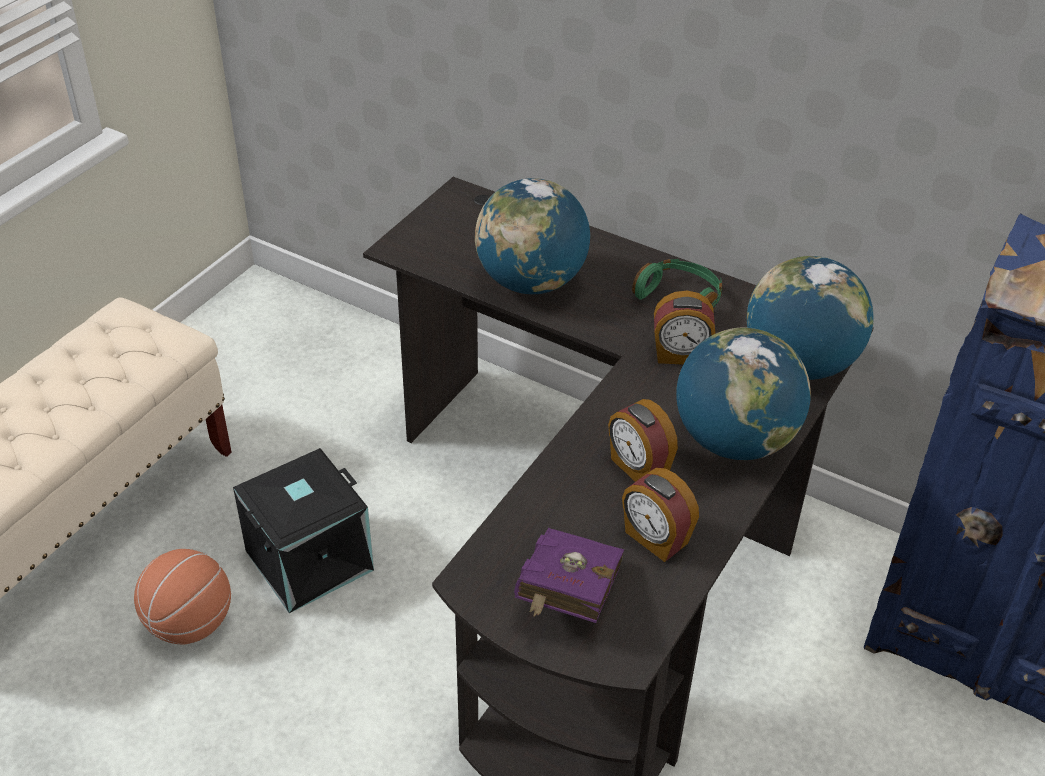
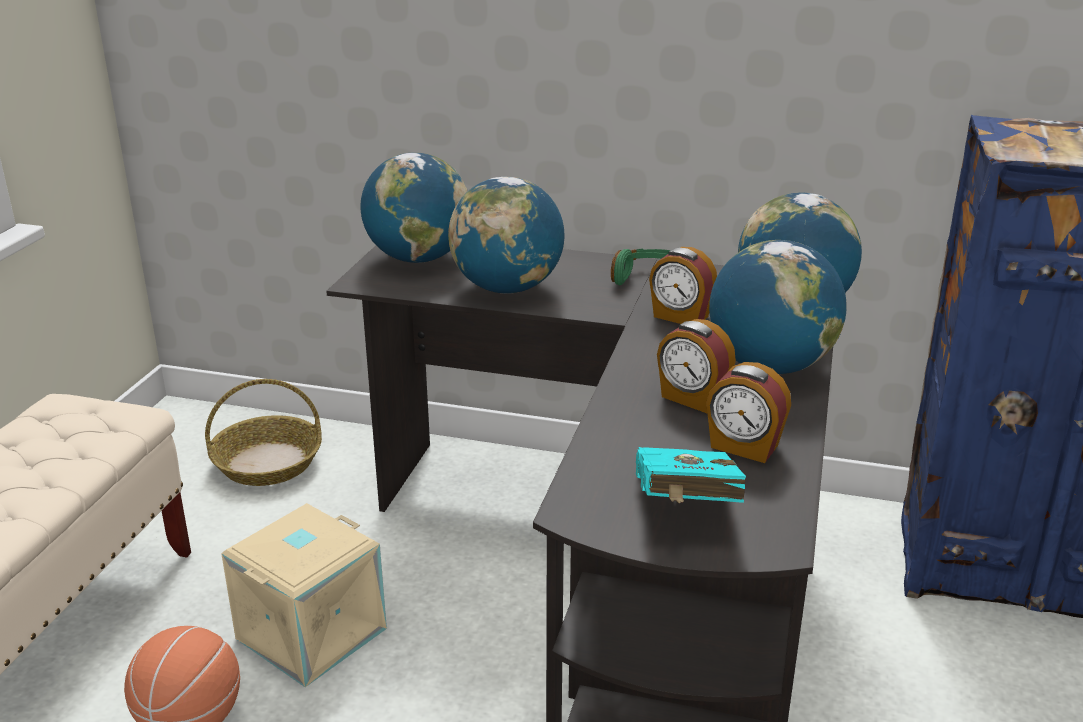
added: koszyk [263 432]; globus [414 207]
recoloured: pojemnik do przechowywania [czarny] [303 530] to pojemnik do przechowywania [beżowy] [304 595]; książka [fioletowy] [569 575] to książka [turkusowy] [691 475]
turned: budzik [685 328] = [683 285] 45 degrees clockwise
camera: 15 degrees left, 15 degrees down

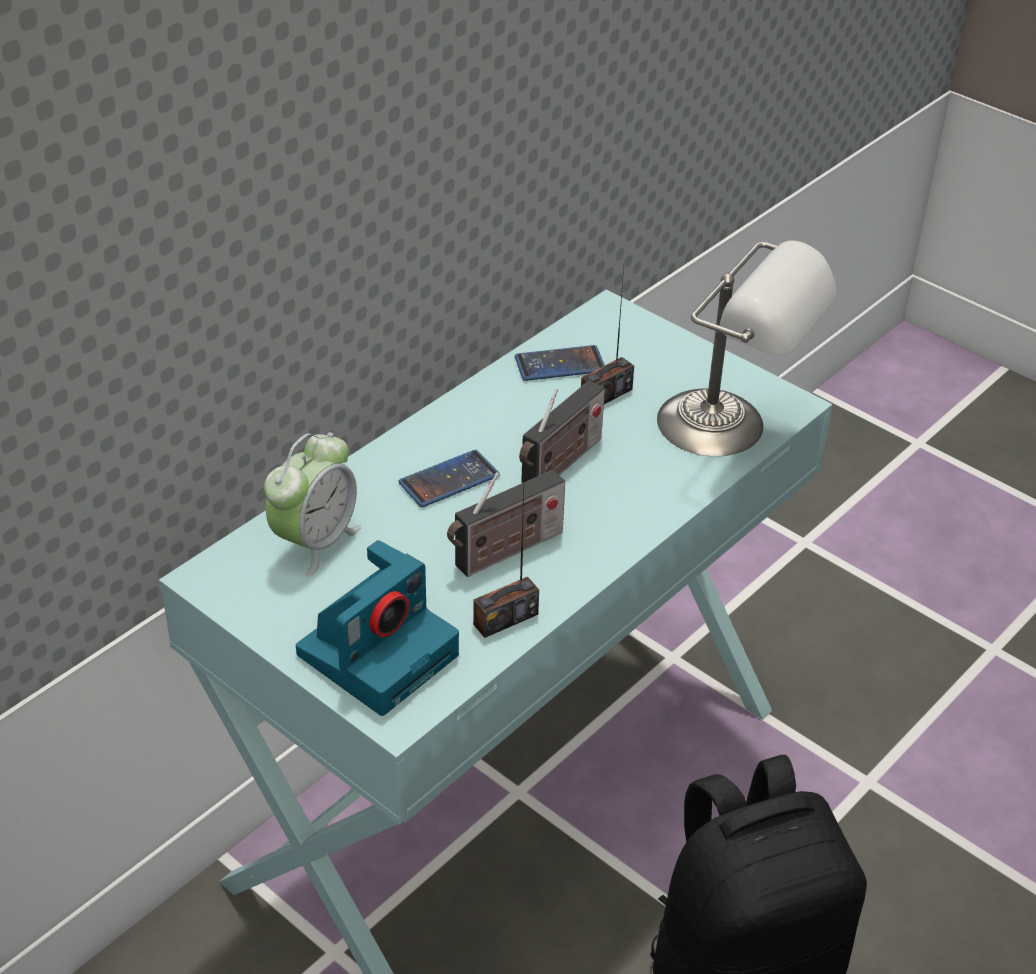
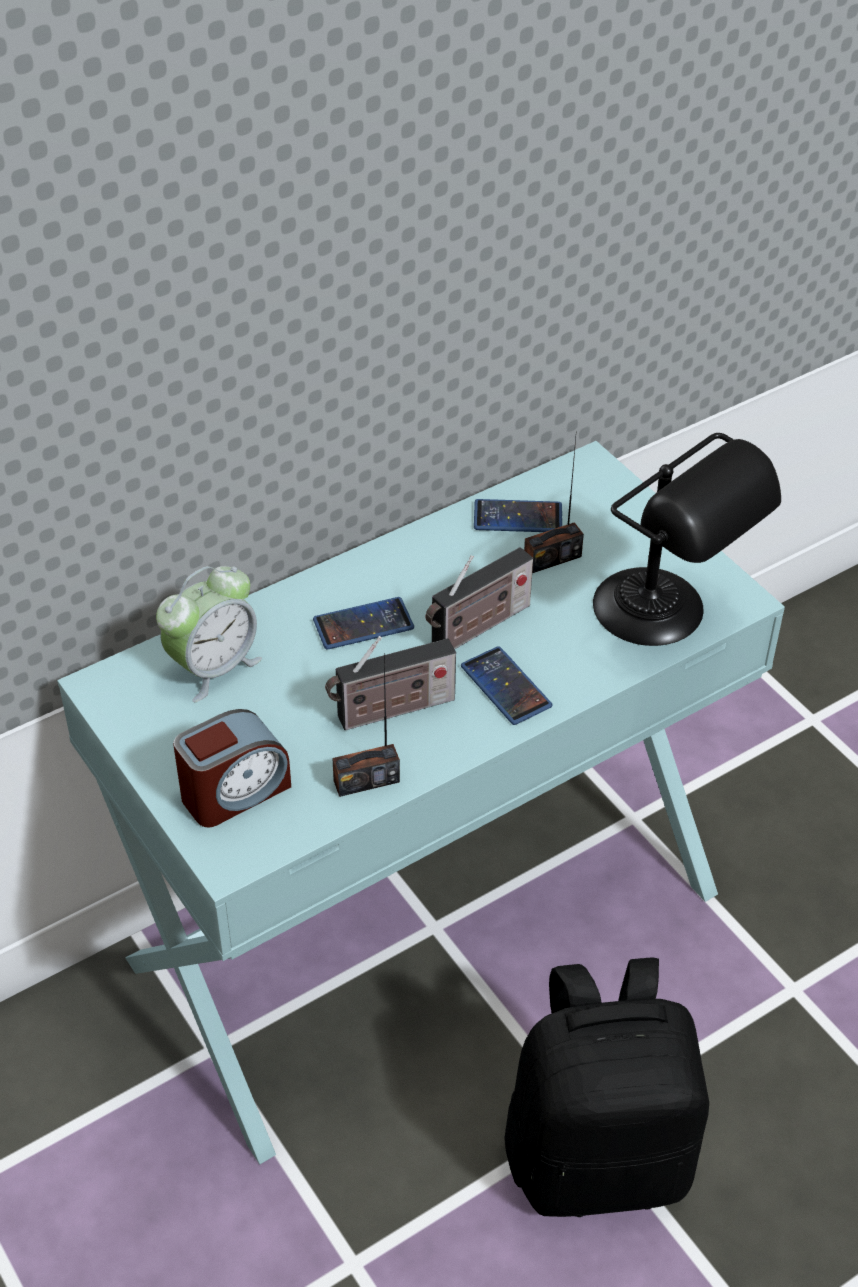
added: telefon [507 685]
replaced: aparat fotograficzny [377 628] to budzik [232 768]
recoloured: lampa stołowa [biały] [747 348] to lampa stołowa [czarny] [687 539]
camera: 15 degrees right, 5 degrees up

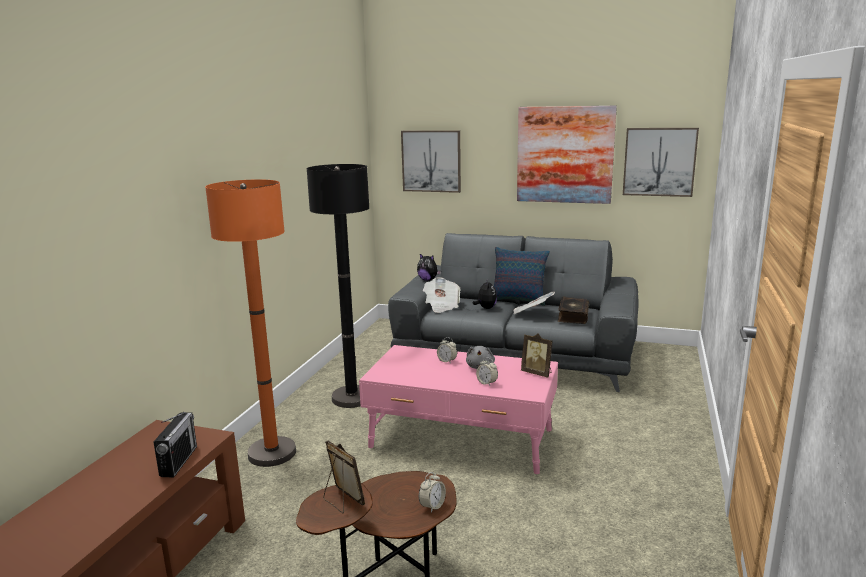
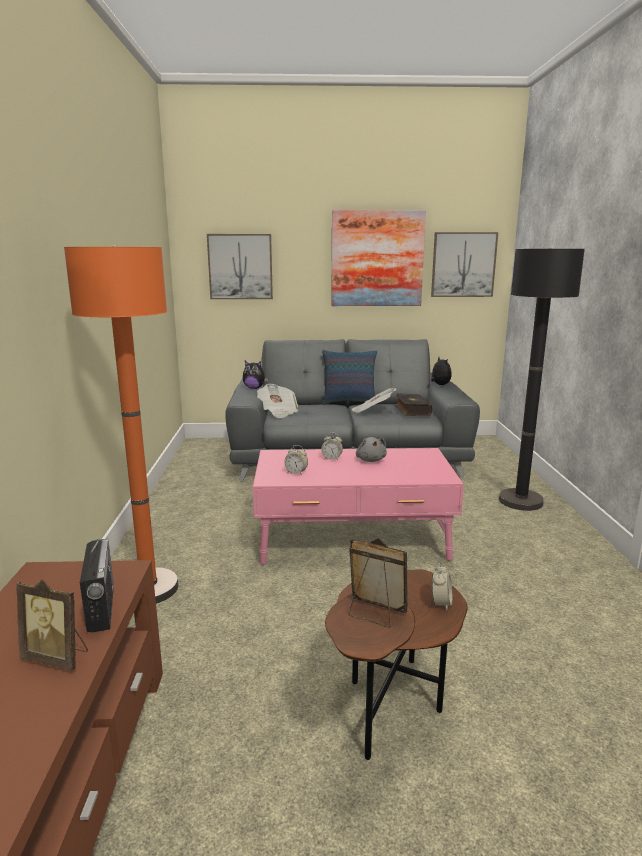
moved: lampa stojąca [czarny] [338 286] to [542 379]; pluszak [485 293] to [441 371]; budzik [487 372] to [296 460]; ramka na zdjęcie [537 356] to [52 625]
camera: 20 degrees left, 0 degrees up

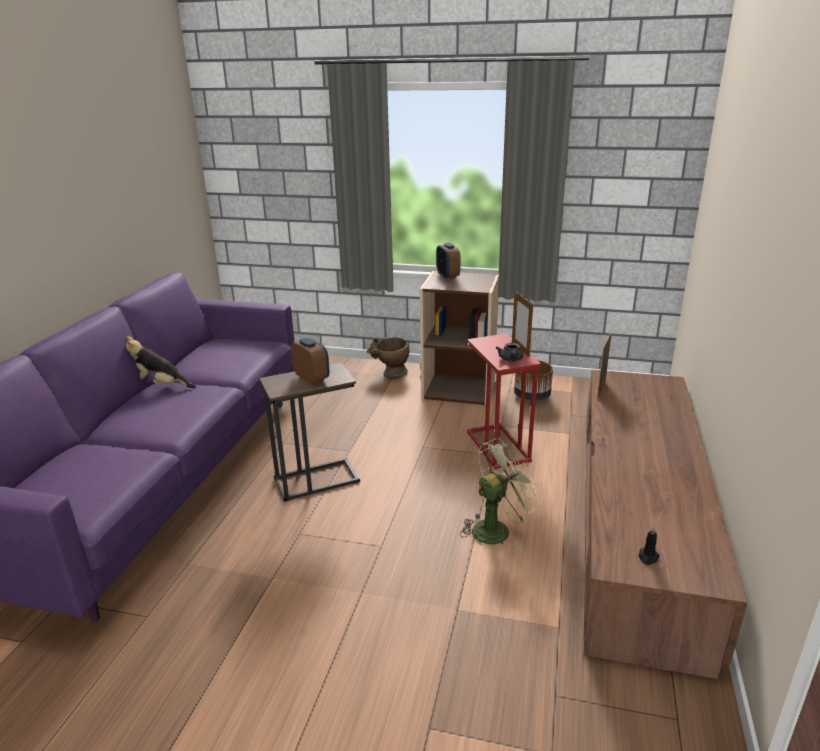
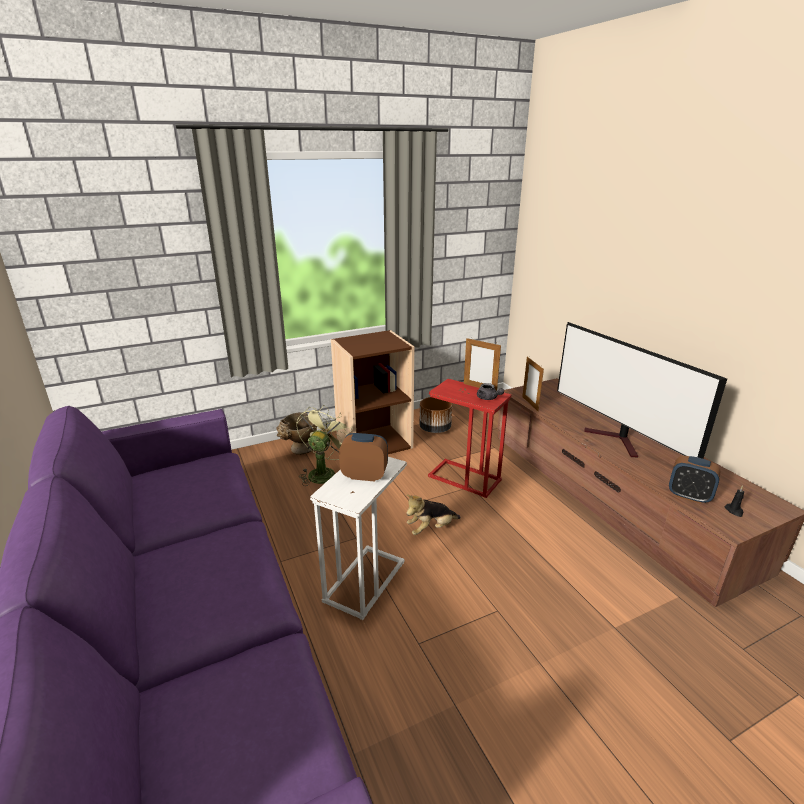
added: telewizor [642 390]
moved: pluszak [161 362] to [433 515]; budzik [448 261] to [694 480]; wentylator [zielony] [500 492] to [324 445]
recoloured: stolik [brązowy] [310 432] to stolik [biały] [358 538]
camera: 40 degrees left, 0 degrees up

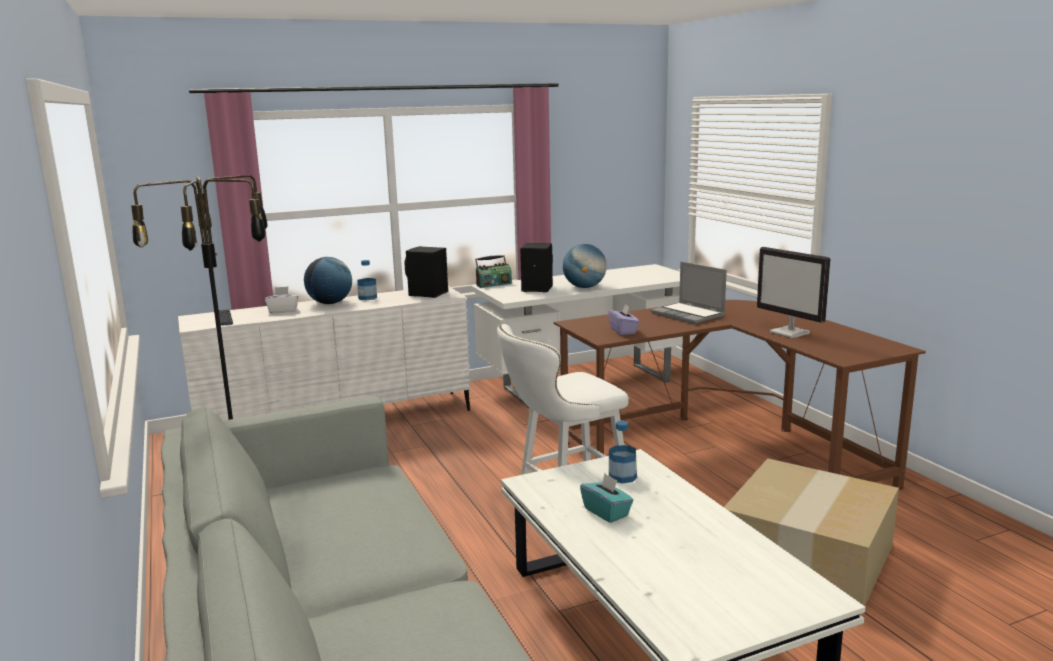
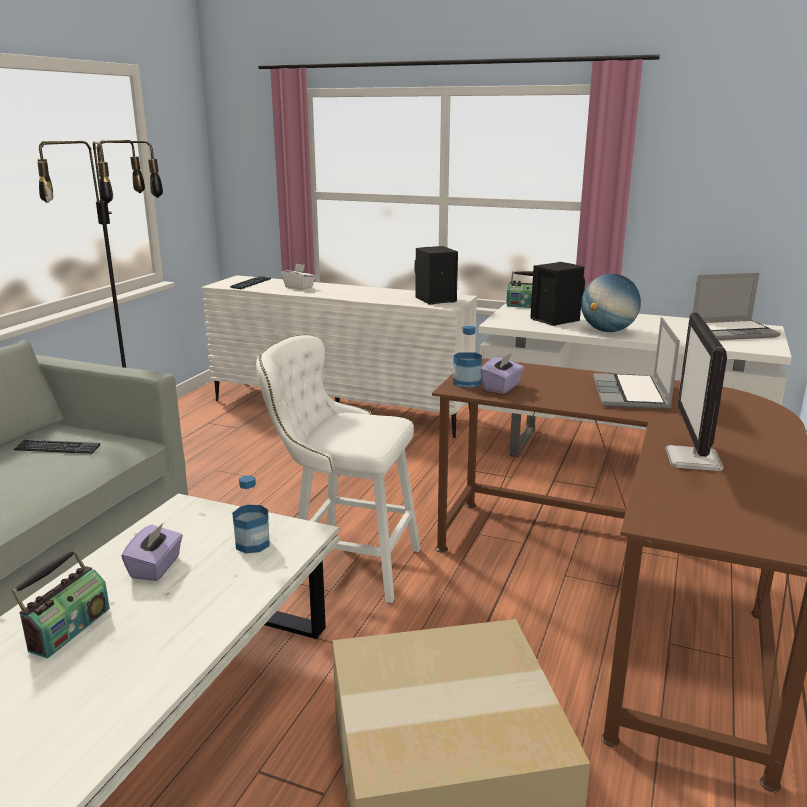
removed: globus [328 280]
added: radio [60 604]; klawiatura [56 447]; laptop [736 306]
moved: butelka [367 280] to [467 357]
recoloured: pudełko chusteczek [turkusowy] [607 498] to pudełko chusteczek [fioletowy] [152 551]
camera: 45 degrees right, 5 degrees up

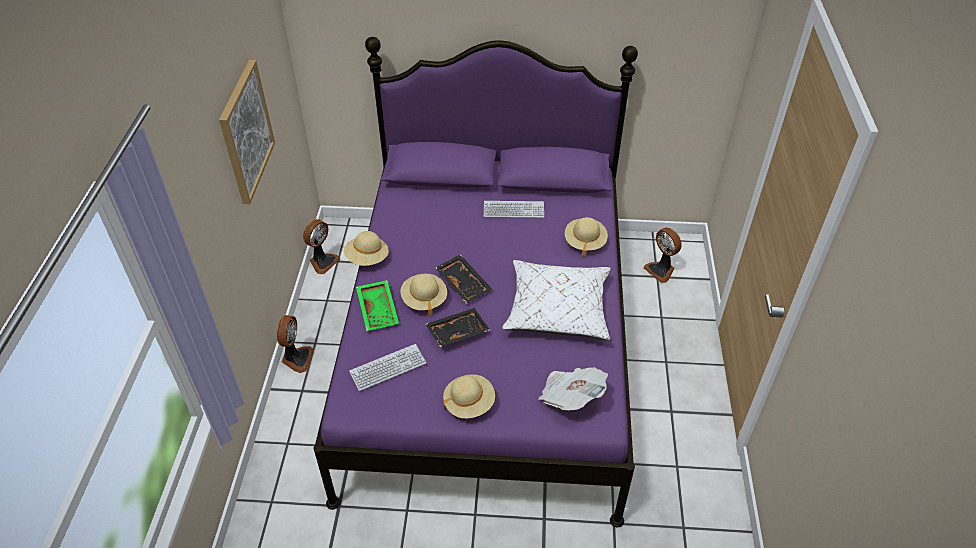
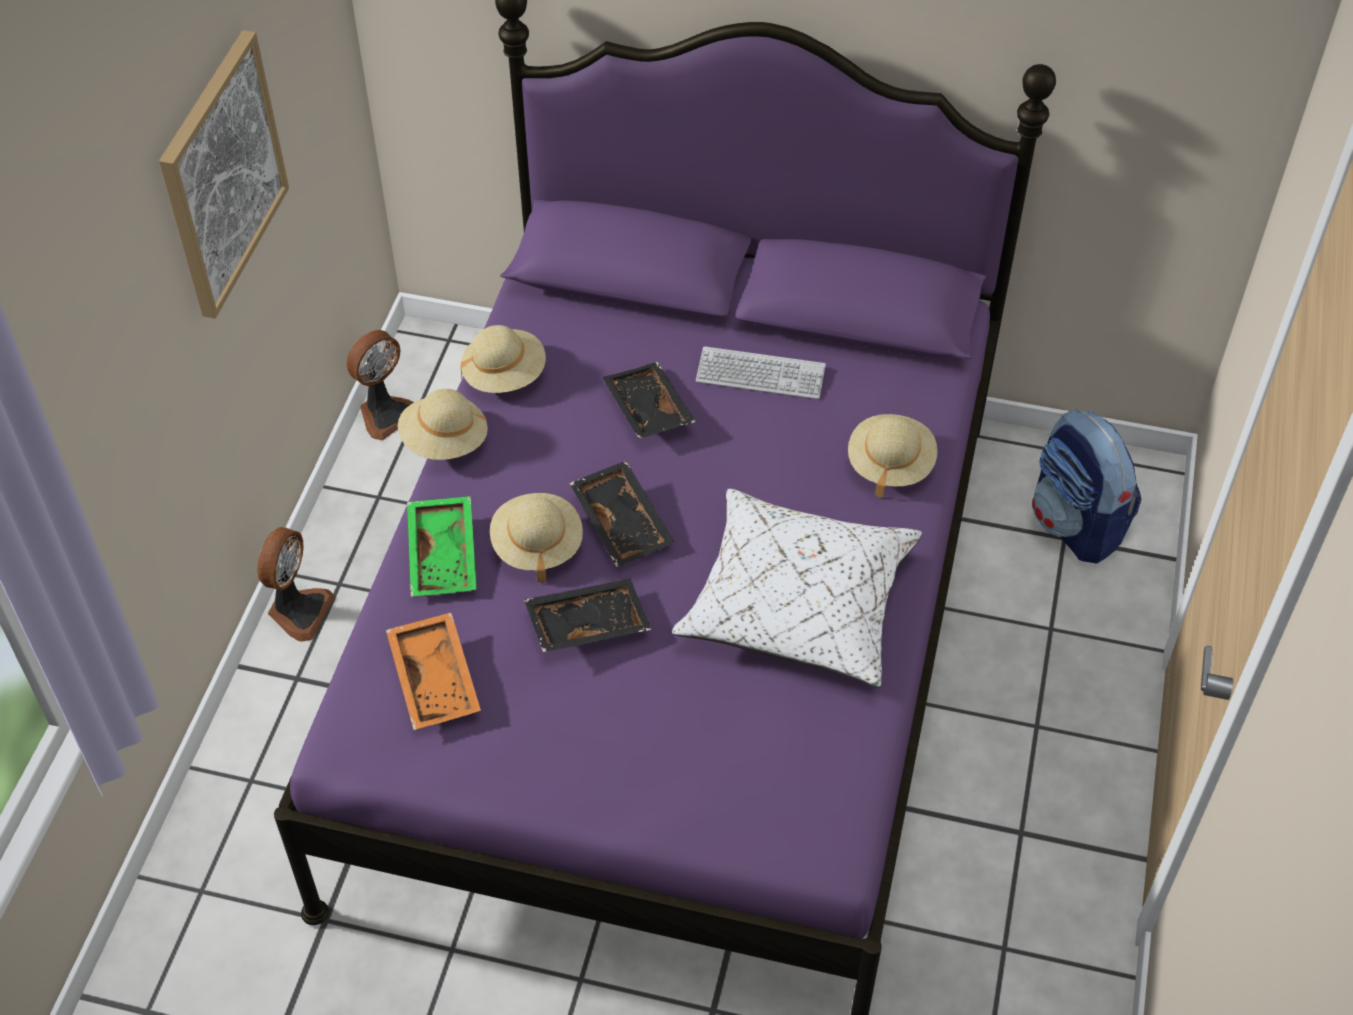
removed: gazeta [573 389]
added: taca [czarny] [649 400]
moved: kapelusz [beżowy] [469 396] to [503 359]
replaced: klawiatura [387 367] to taca [pomarańczowy] [433 671]; wentylator [663 255] to plecak [1087 486]
camera: 10 degrees right, 5 degrees up

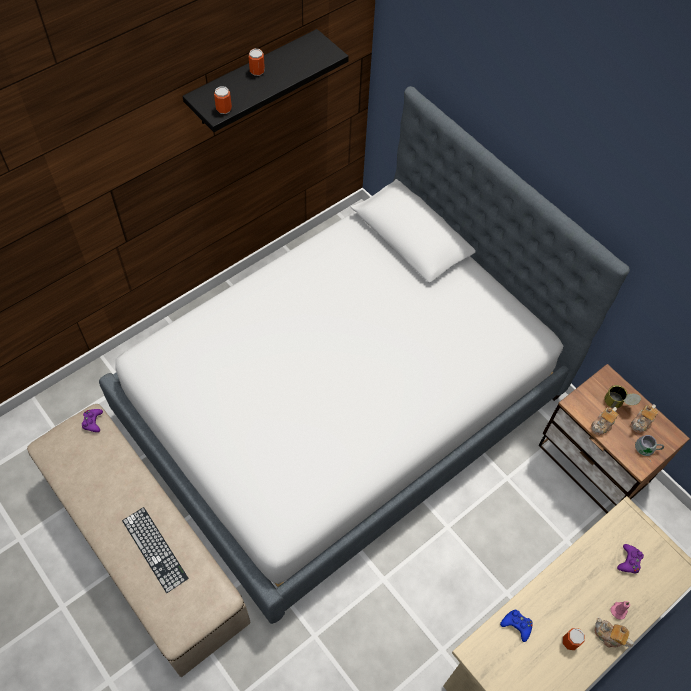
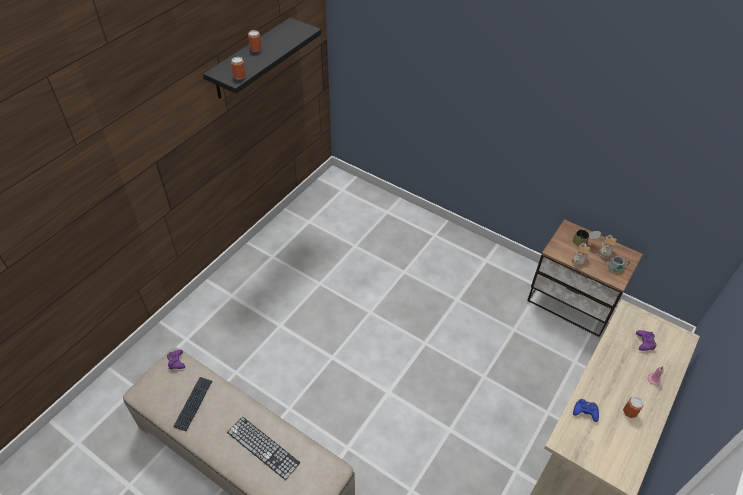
removed: łóżko [364 355]; imbryk [614 632]
added: klawiatura [192 404]
camera: 15 degrees left, 10 degrees down

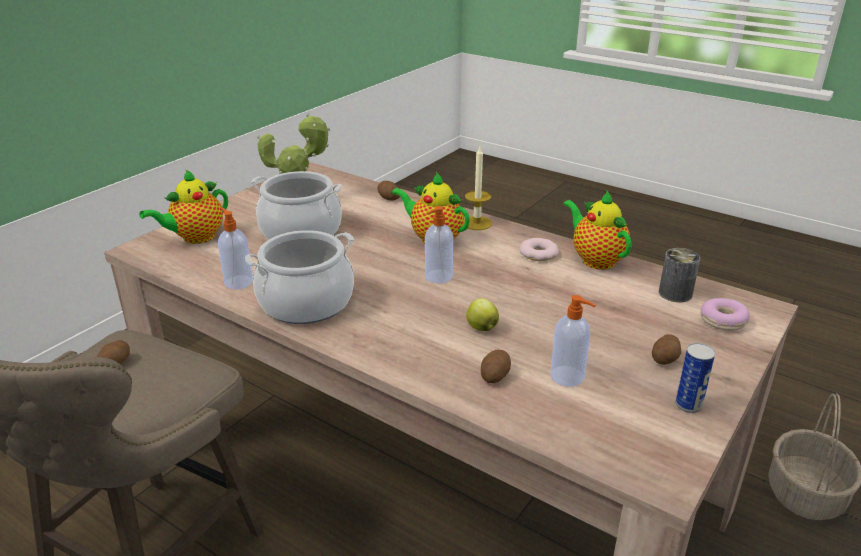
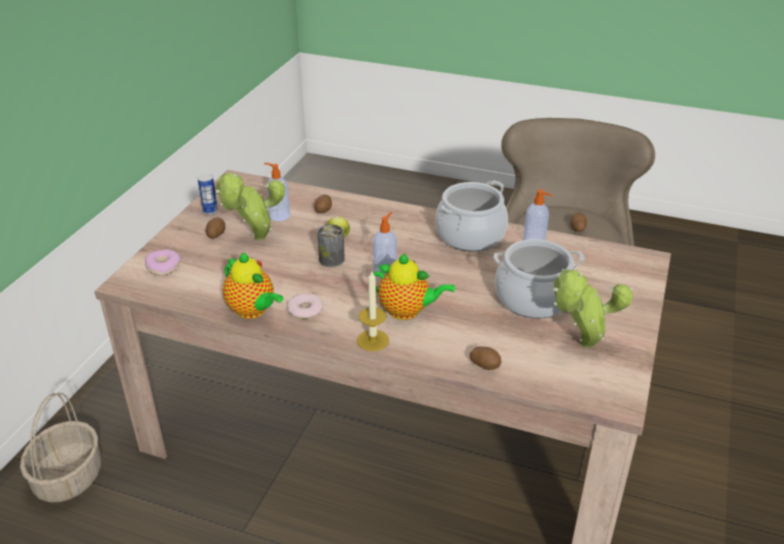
removed: imbryk [183 206]
added: roślina doniczkowa [250 207]
moved: puszka [679 275] to [331 245]
camera: 165 degrees right, 5 degrees up

